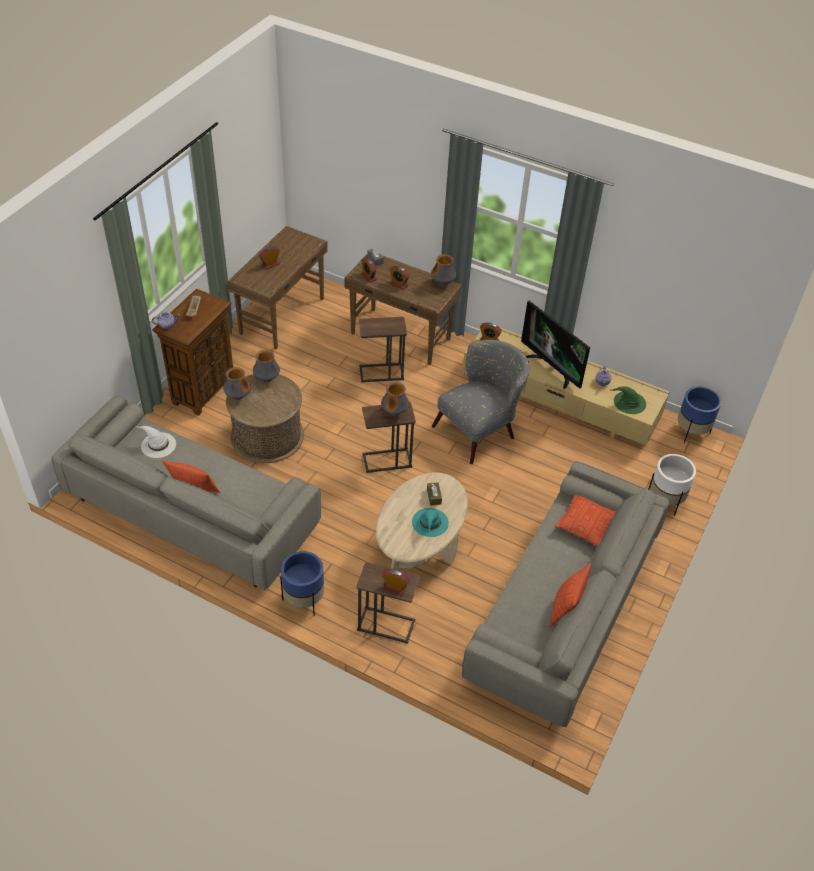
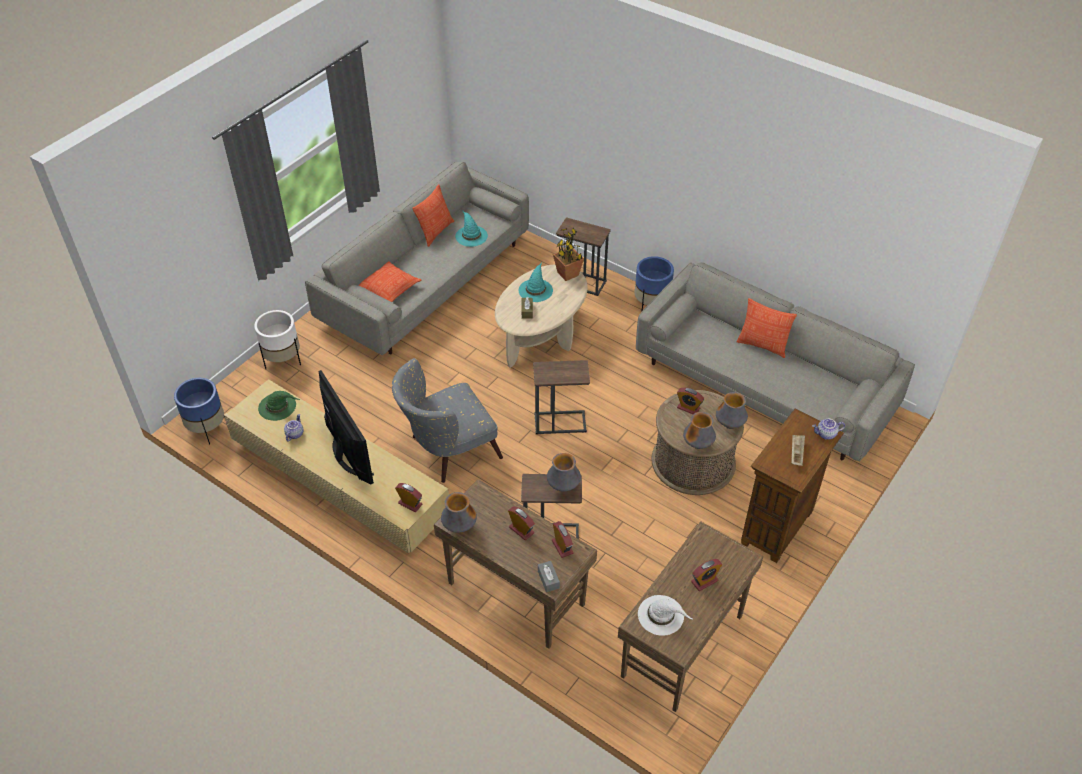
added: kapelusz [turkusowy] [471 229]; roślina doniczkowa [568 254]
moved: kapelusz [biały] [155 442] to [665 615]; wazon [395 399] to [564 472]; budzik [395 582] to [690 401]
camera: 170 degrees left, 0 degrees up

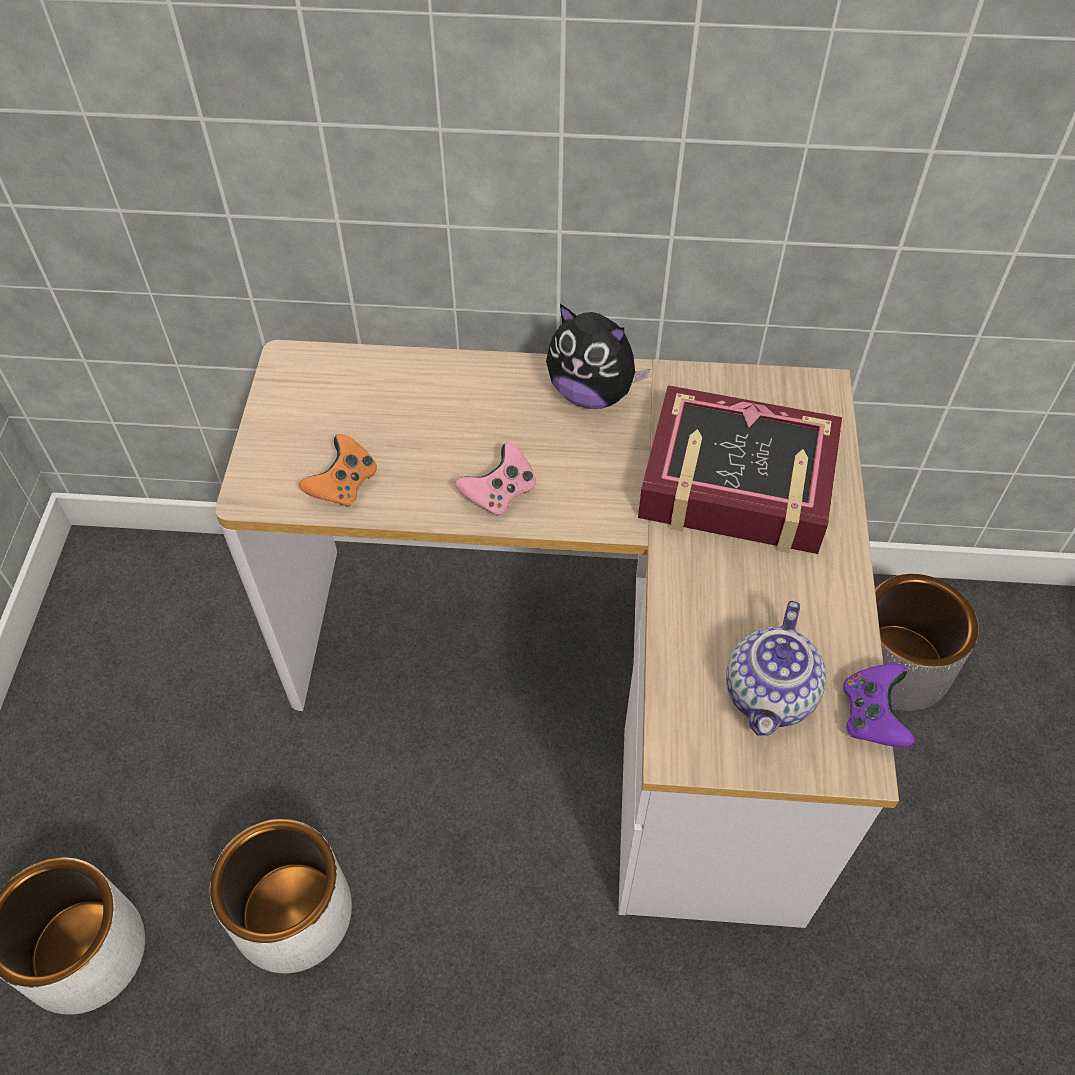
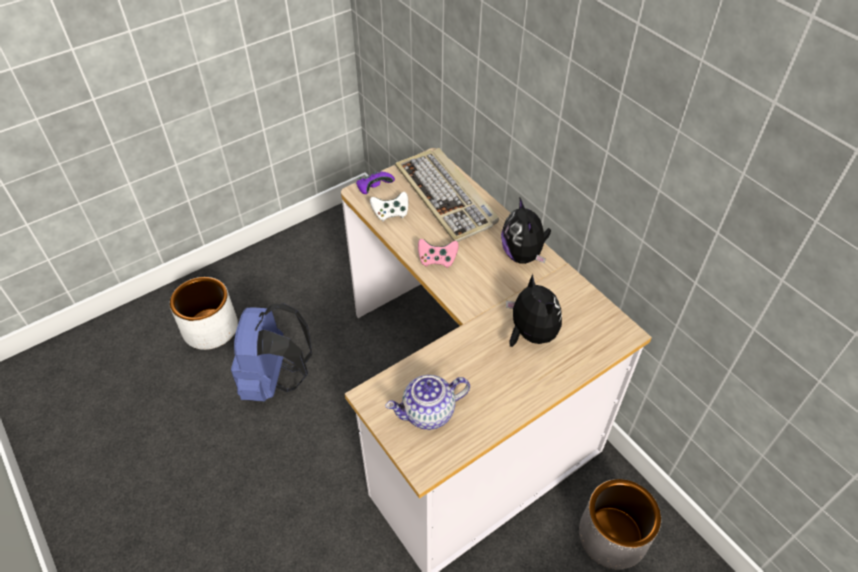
added: klawiatura [447 195]
moved: pad do gier [fioletowy] [879 705] to [375 182]
replaced: donica [biały] [281 896] to plecak [niebieski] [271 352]; książka [740 469] to pluszak [534 310]
recoloured: pad do gier [pomarańczowy] [338 470] to pad do gier [biały] [389 207]
camera: 50 degrees right, 5 degrees down

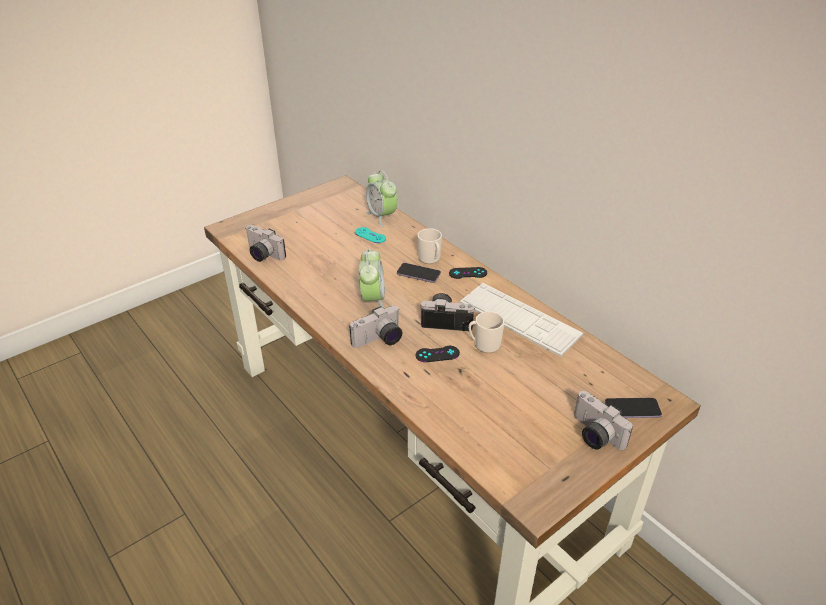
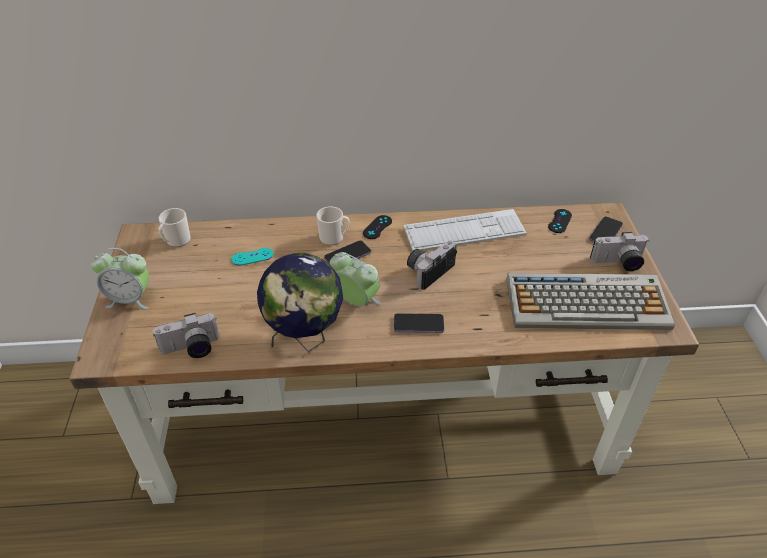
added: globus [300 302]; klawiatura [590 301]
moved: budzik [382 198] to [120 278]; pad do gier [czarny] [438 354] to [560 221]; kubek [486 332] to [174 227]
replaced: aparat fotograficzny [375 326] to telefon [419 323]
camera: 55 degrees left, 5 degrees up

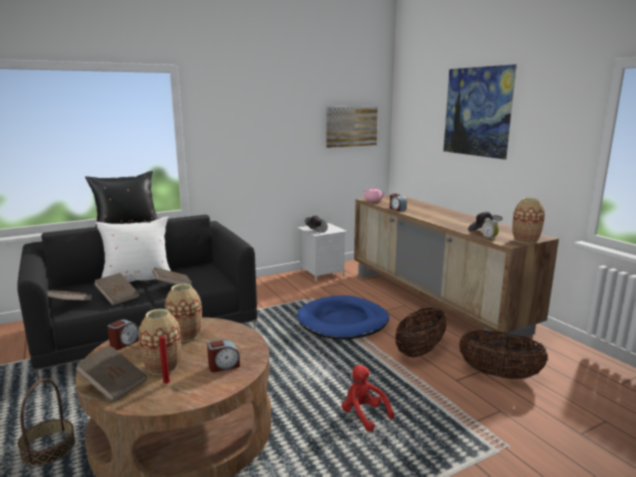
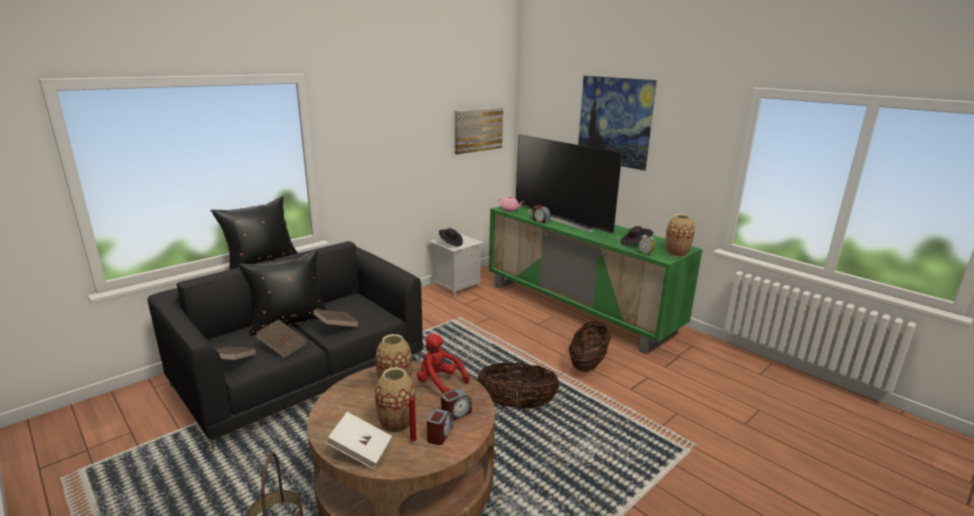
removed: legowisko [niebieski] [343 317]
added: telewizor [569 184]
moved: budzik [123 334] to [440 427]; pluszak [czerwony] [367 398] to [443 364]; koszyk [503 354] to [518 385]
recoloured: książka [brązowy] [111 374] to książka [biały] [359 440]; poduszka [biały] [133 249] to poduszka [czarny] [282 293]; szafka pod telewizor [brązowy] [456 272] to szafka pod telewizor [zielony] [596 280]
camera: 15 degrees left, 5 degrees up

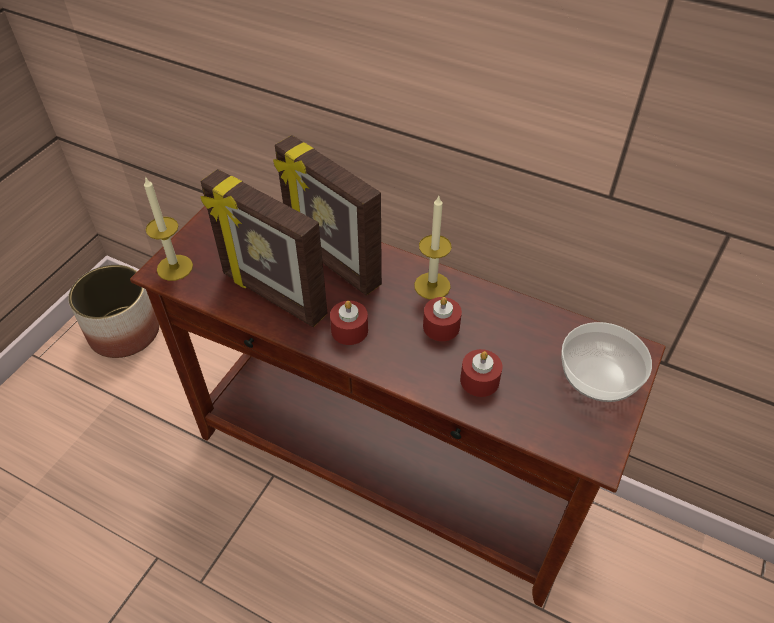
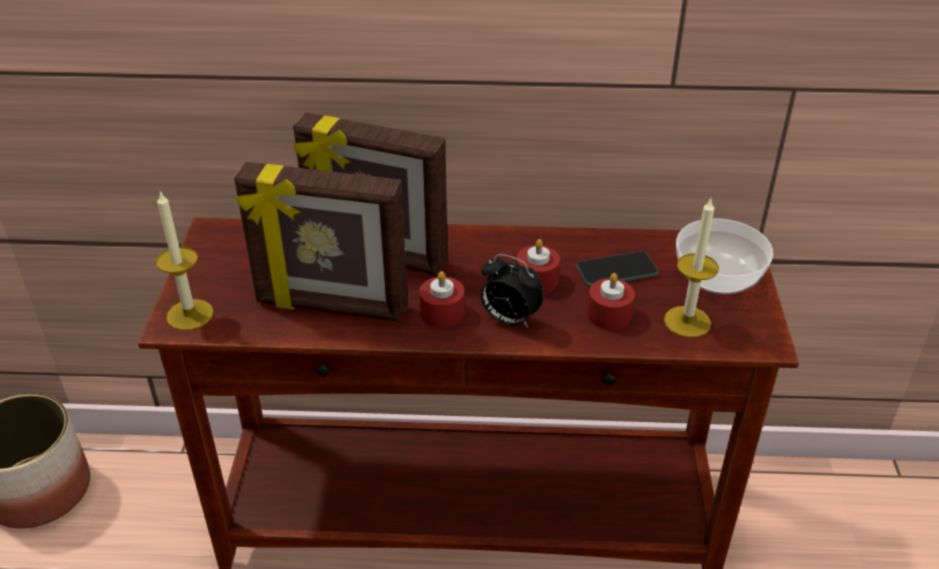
added: budzik [512 291]; telefon [617 269]
moved: świeca [433 248] to [691 268]
camera: 25 degrees left, 10 degrees down

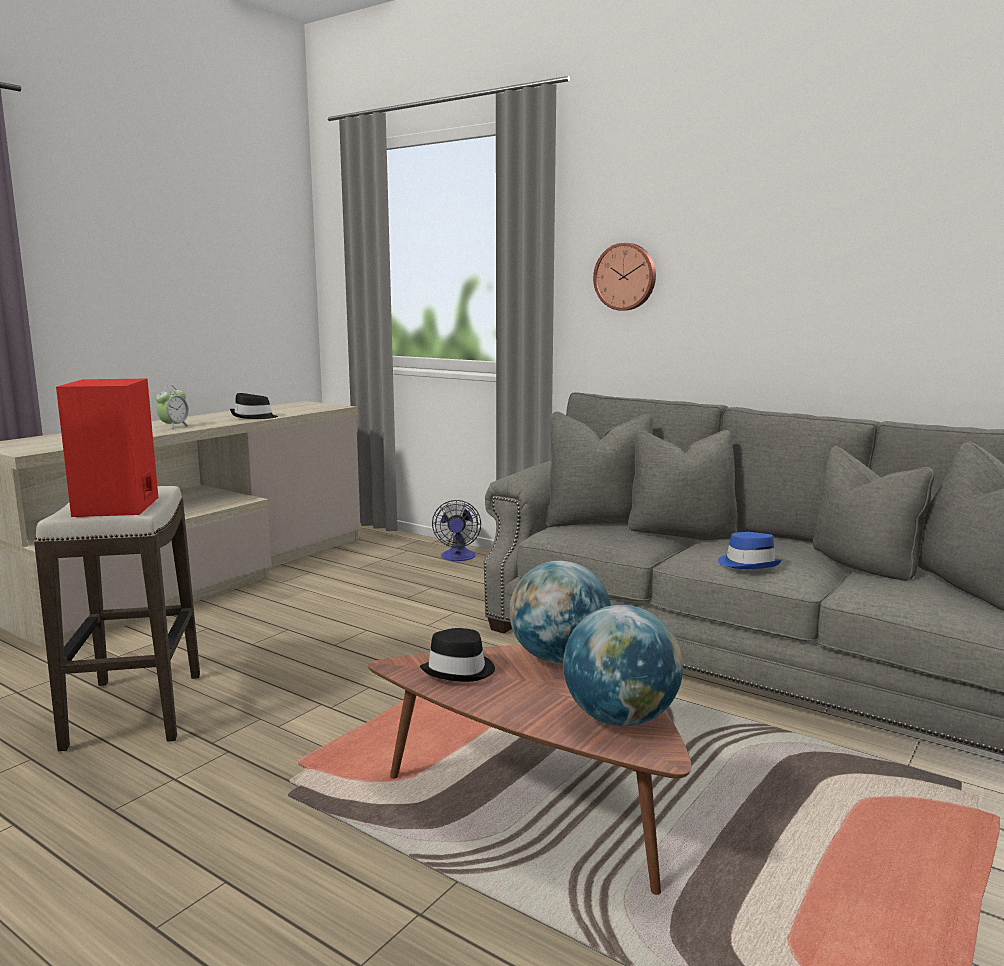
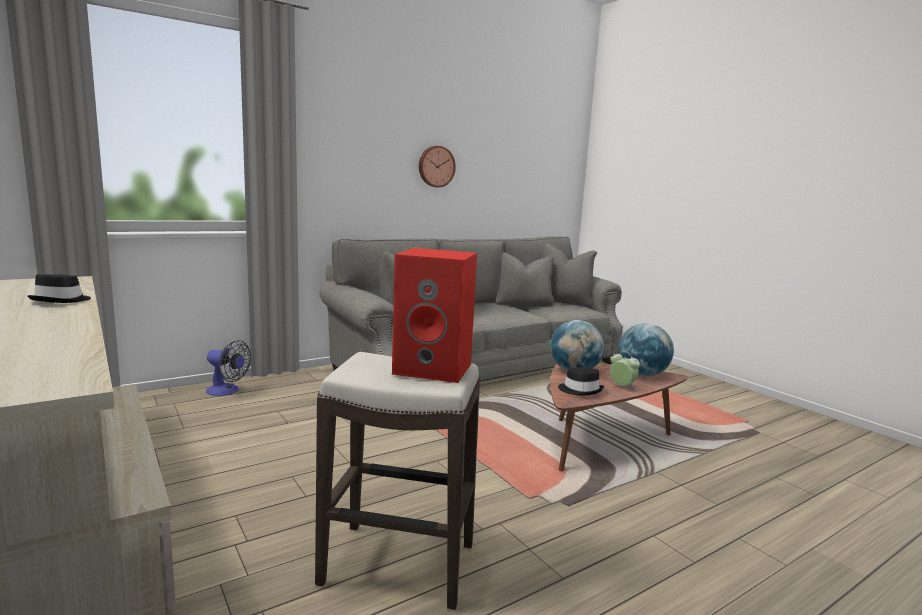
removed: kapelusz [niebieski] [750 550]
moved: budzik [173 407] to [625 370]; zegar ścienny [624 277] to [437 166]
camera: 70 degrees left, 0 degrees up

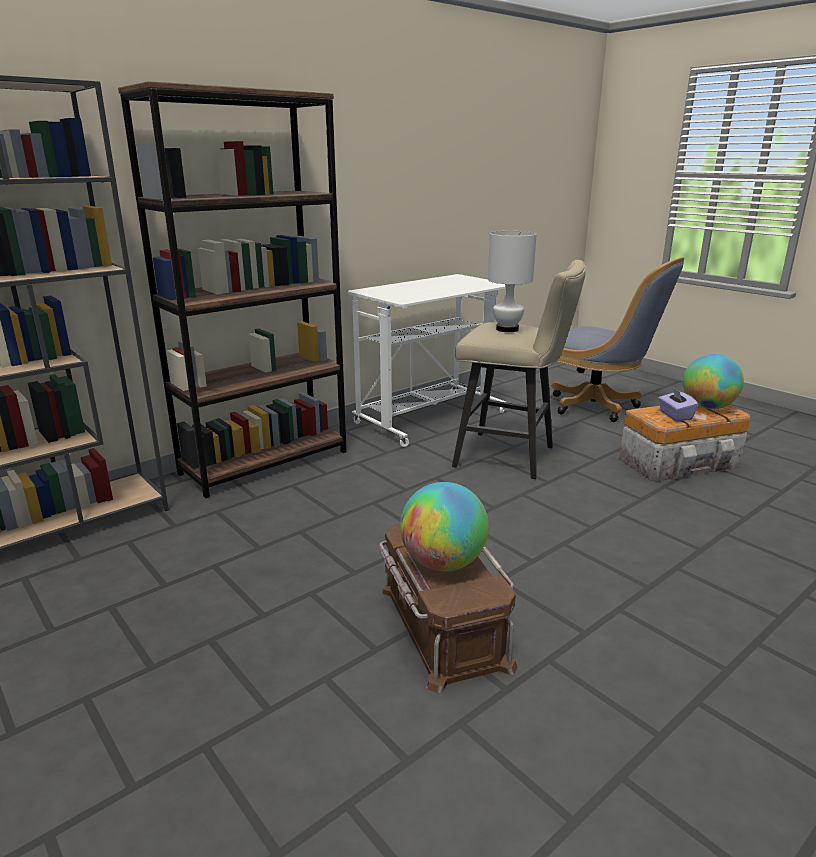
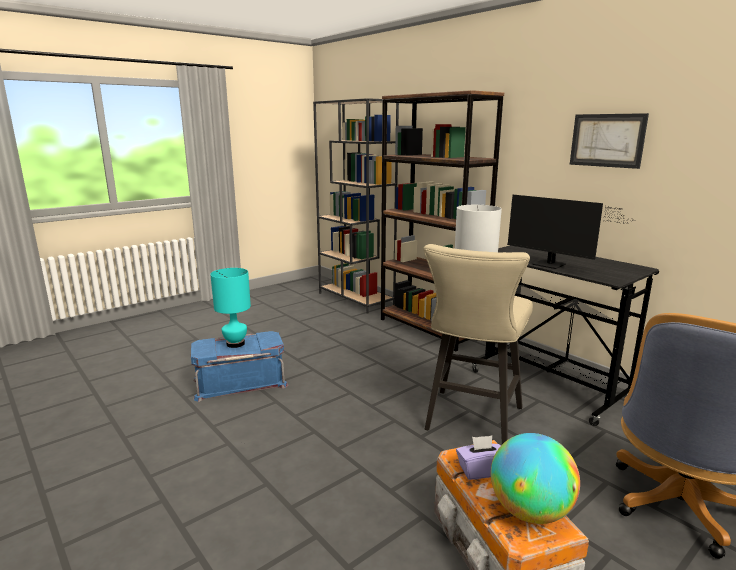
added: monitor [571 232]; obraz [609 141]
replaced: globus [444 526] to lampa stołowa [turkusowy] [230 308]
recoloured: biurko [biały] [427 360] to biurko [czarny] [565 335]; pojemnik do przechowywania [brązowy] [448 608] to pojemnik do przechowywania [niebieski] [239 366]
camera: 90 degrees right, 5 degrees down

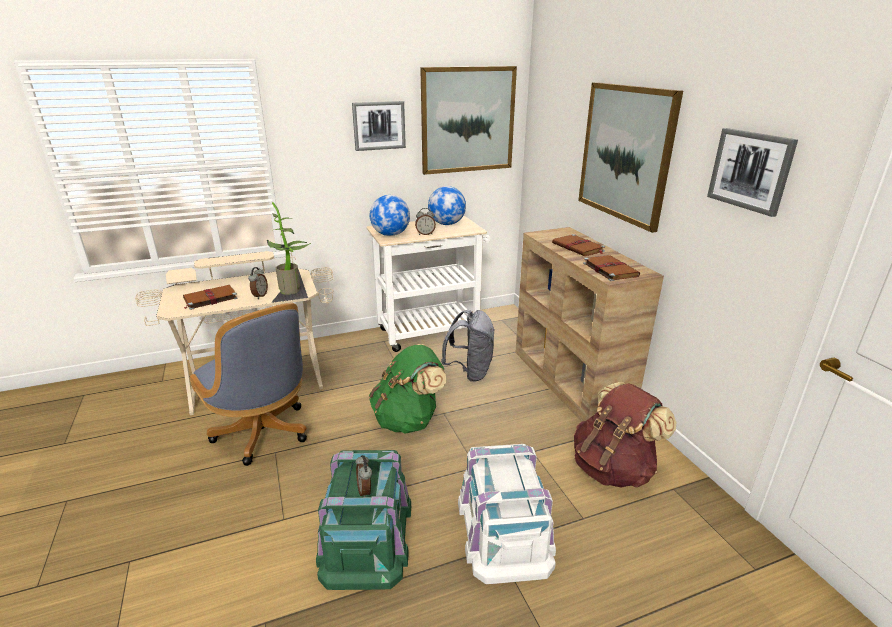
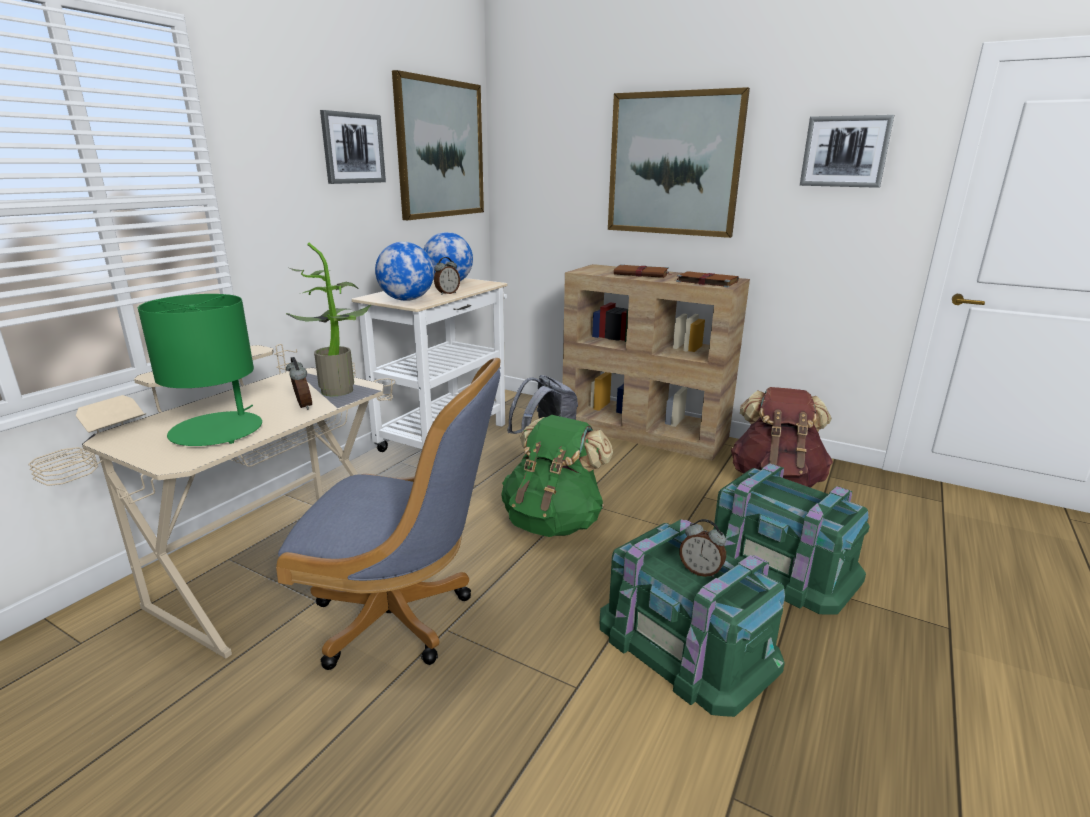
replaced: książka [brązowy] [210 297] to lampa stołowa [zielony] [200 370]
recoloured: pojemnik do przechowywania [biały] [507 514] to pojemnik do przechowywania [zielony] [791 539]
camera: 40 degrees left, 5 degrees down

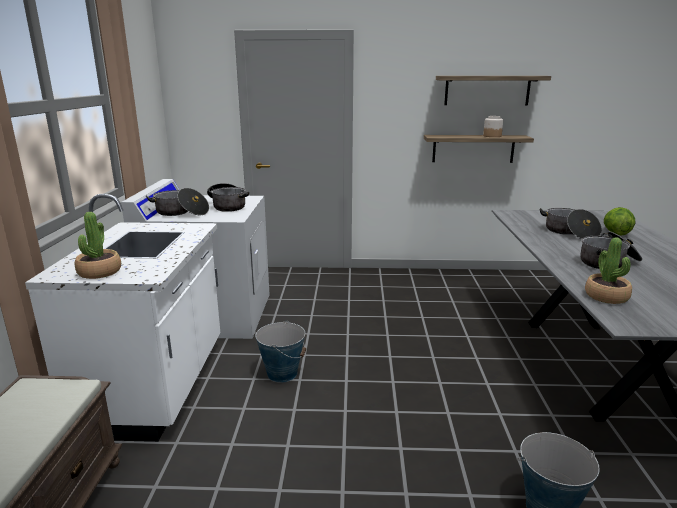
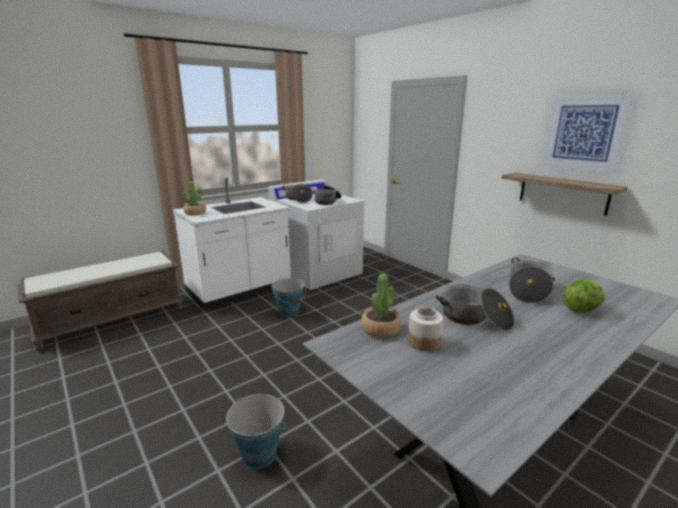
moved: słoik [493 126] to [425 329]
replaced: półka [493 90] to obraz [588 133]
camera: 50 degrees right, 0 degrees up

